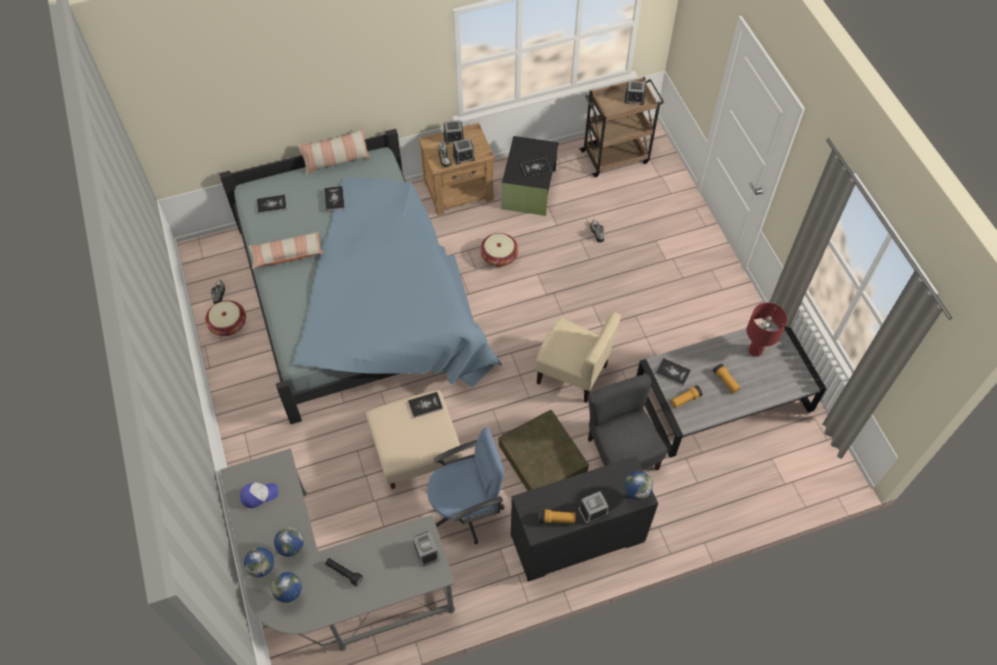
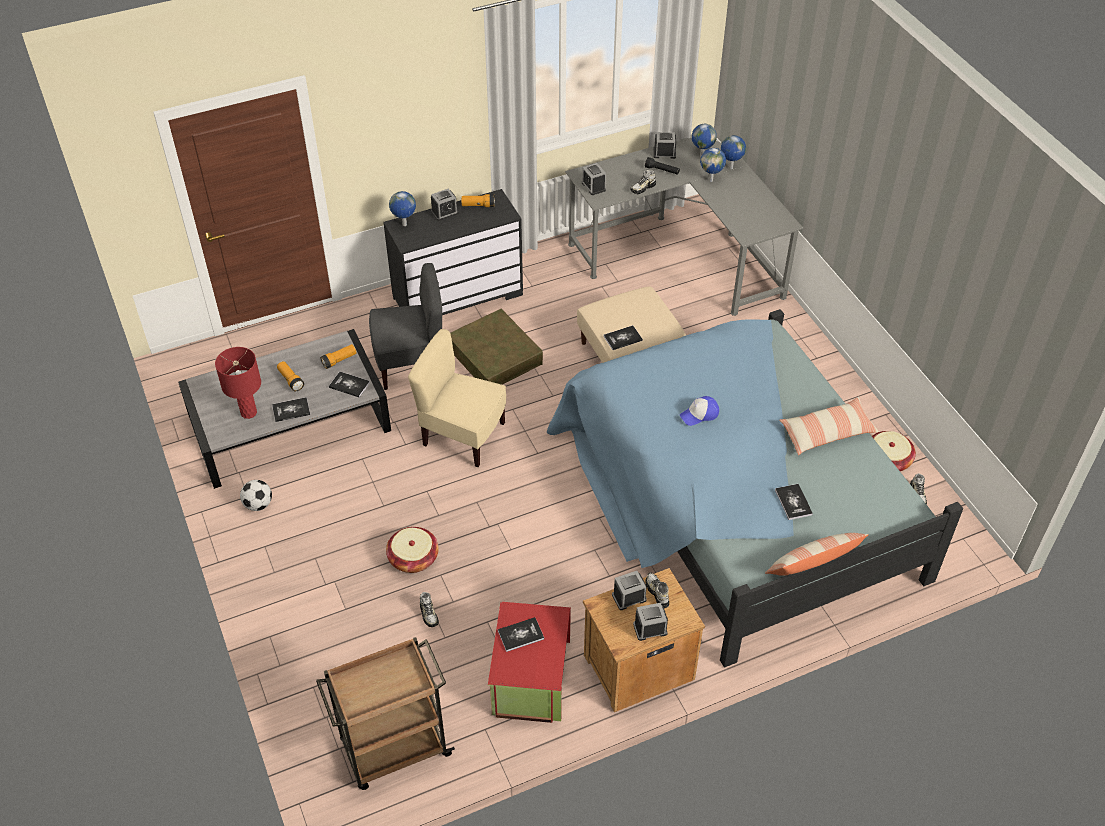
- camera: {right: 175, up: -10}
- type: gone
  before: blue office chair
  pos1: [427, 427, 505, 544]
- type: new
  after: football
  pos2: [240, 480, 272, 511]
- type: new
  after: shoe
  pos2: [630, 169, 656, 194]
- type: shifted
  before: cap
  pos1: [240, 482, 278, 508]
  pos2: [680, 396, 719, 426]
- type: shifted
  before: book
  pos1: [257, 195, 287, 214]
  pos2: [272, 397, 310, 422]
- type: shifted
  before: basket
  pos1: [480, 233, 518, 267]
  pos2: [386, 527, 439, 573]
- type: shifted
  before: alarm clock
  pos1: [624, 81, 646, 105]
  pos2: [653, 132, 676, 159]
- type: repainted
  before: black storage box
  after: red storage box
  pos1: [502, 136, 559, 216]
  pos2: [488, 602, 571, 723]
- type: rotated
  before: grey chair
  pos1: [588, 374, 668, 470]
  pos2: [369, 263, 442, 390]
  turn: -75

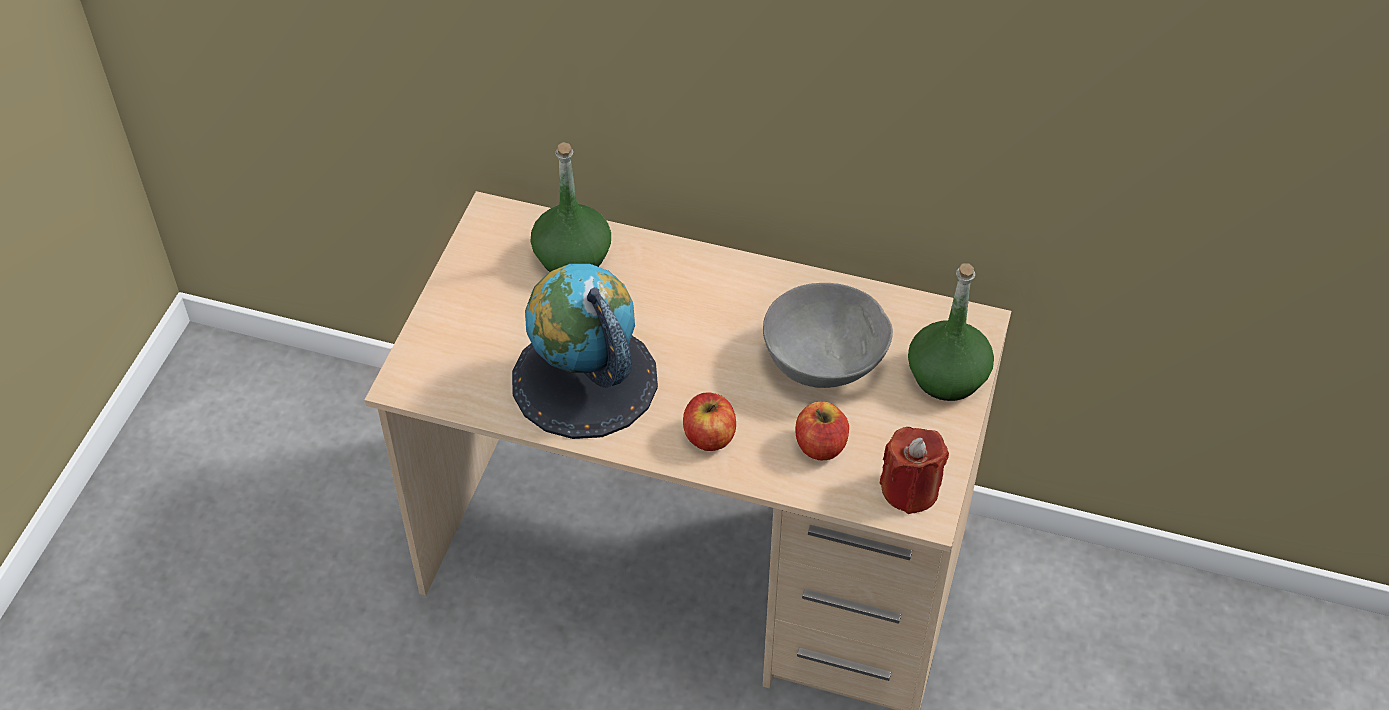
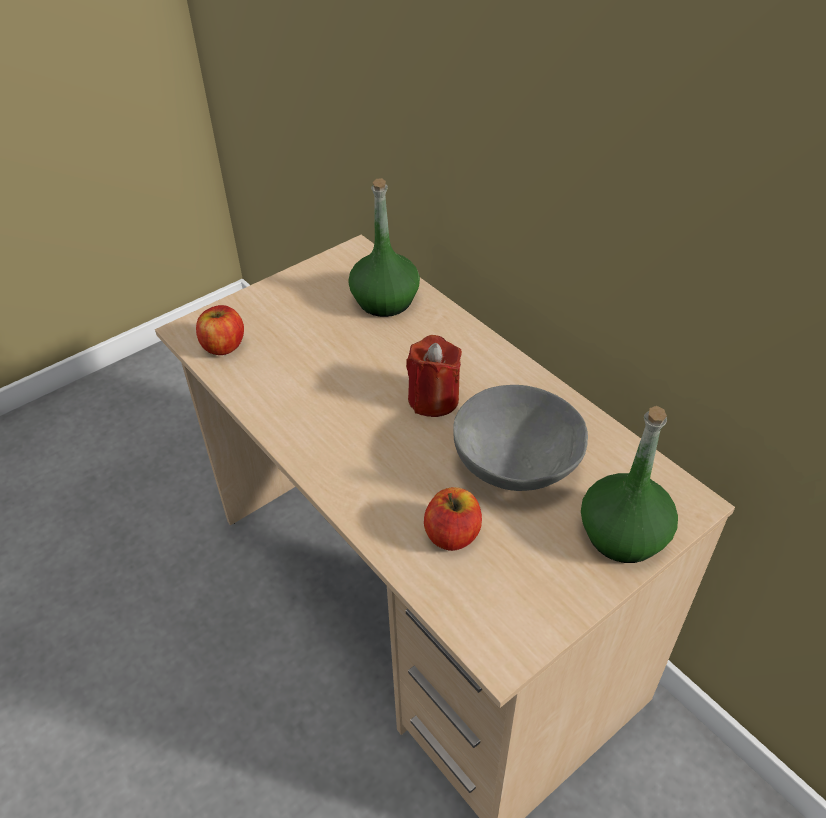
- camera: {right: 35, up: -5}
- type: gone
  before: globe
  pos1: [512, 264, 658, 439]
- type: shifted
  before: apple
  pos1: [683, 392, 736, 451]
  pos2: [196, 305, 244, 355]
- type: shifted
  before: red candle
  pos1: [880, 427, 949, 514]
  pos2: [406, 335, 462, 417]

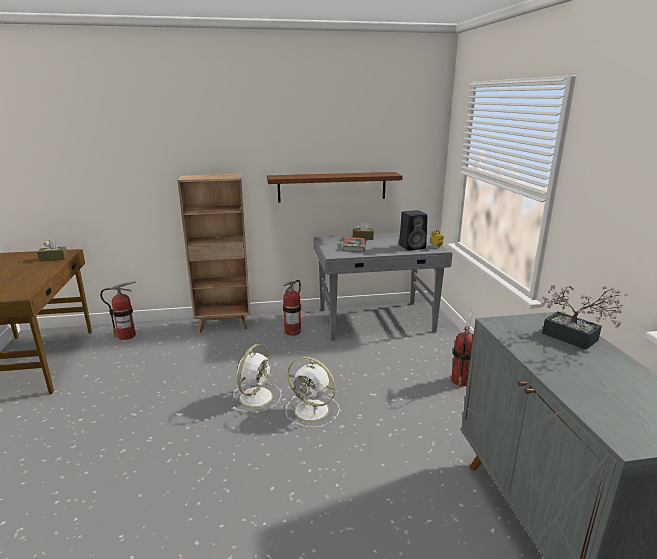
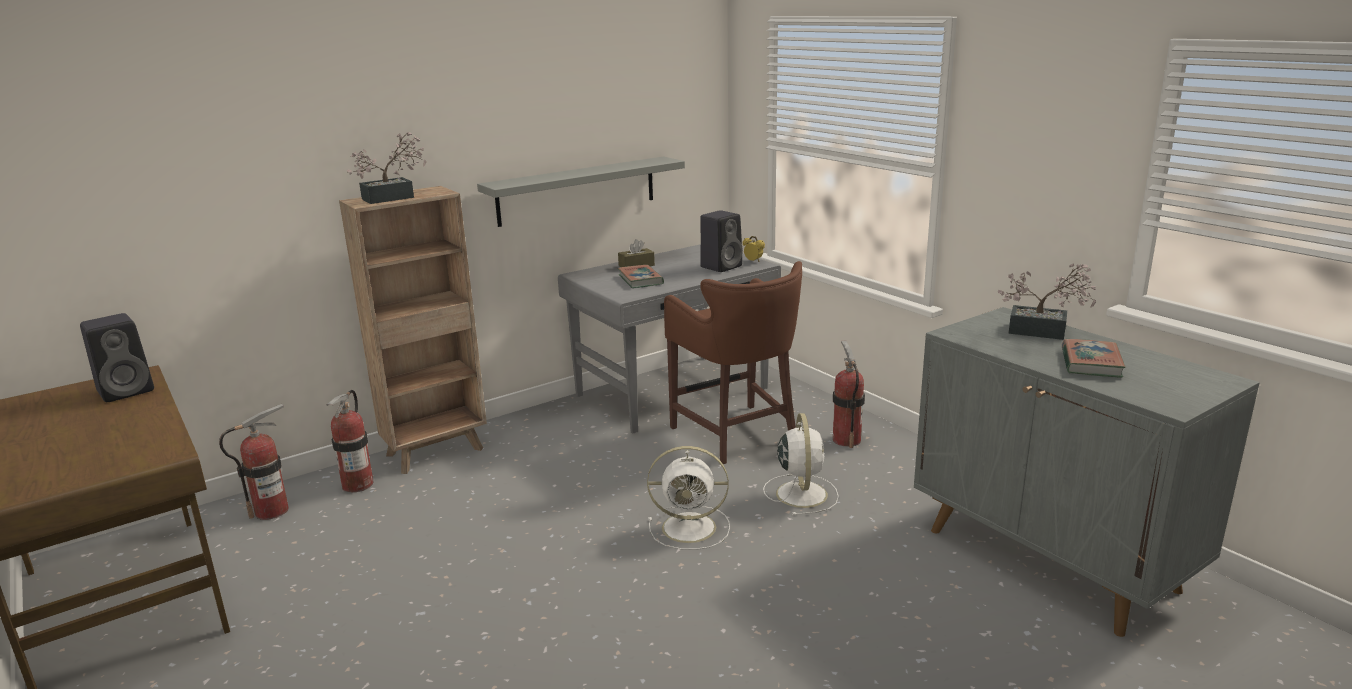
- camera: {right: -25, up: 0}
- type: new
  after: potted plant
  pos2: [346, 132, 426, 204]
- type: new
  after: brown stool
  pos2: [664, 261, 802, 464]
- type: new
  after: book
  pos2: [1062, 339, 1126, 378]
- type: shifted
  before: white fan
  pos1: [232, 344, 282, 412]
  pos2: [763, 413, 839, 516]
- type: shifted
  before: fire extinguisher
  pos1: [281, 280, 301, 336]
  pos2: [326, 390, 374, 492]
- type: swapped
  before: brown tissue box
  after: black speaker
  pos1: [37, 240, 68, 262]
  pos2: [80, 313, 154, 402]
- type: repainted
  before: brown shelf
  after: grey shelf
  pos1: [267, 172, 403, 203]
  pos2: [477, 156, 685, 227]

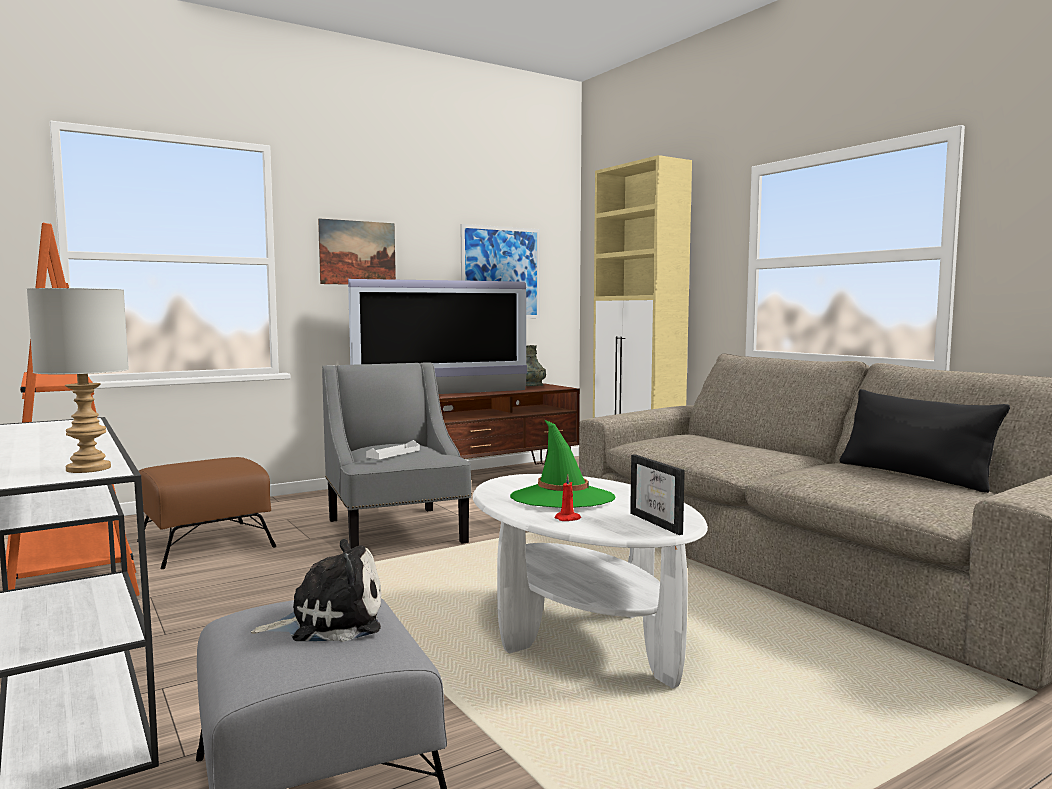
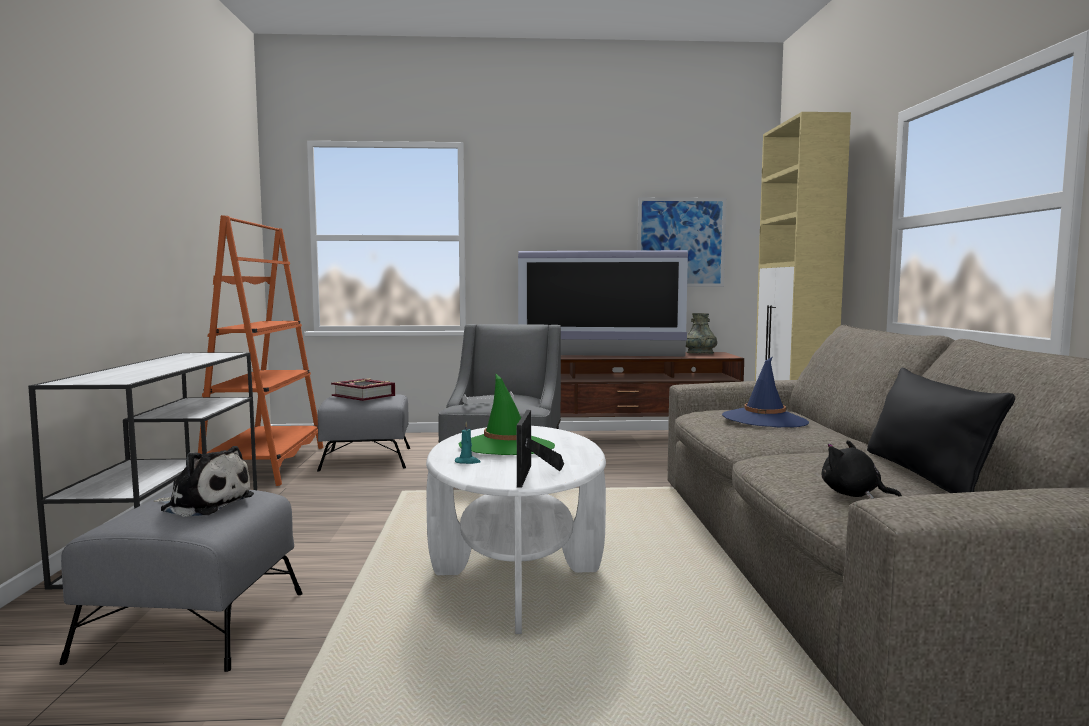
- camera: {right: 30, up: 0}
- type: gone
  before: grey table lamp
  pos1: [27, 288, 129, 473]
- type: gone
  before: picture
  pos1: [318, 218, 396, 285]
- type: new
  after: book
  pos2: [331, 379, 395, 401]
- type: new
  after: blue hat
  pos2: [722, 357, 809, 427]
- type: new
  after: black plush toy
  pos2: [822, 440, 902, 499]
- type: repainted
  before: brown ottoman
  after: grey ottoman
  pos1: [137, 457, 277, 569]
  pos2: [317, 394, 410, 472]
- type: repainted
  before: red candle
  after: turquoise candle
  pos1: [555, 475, 581, 521]
  pos2: [455, 421, 480, 464]

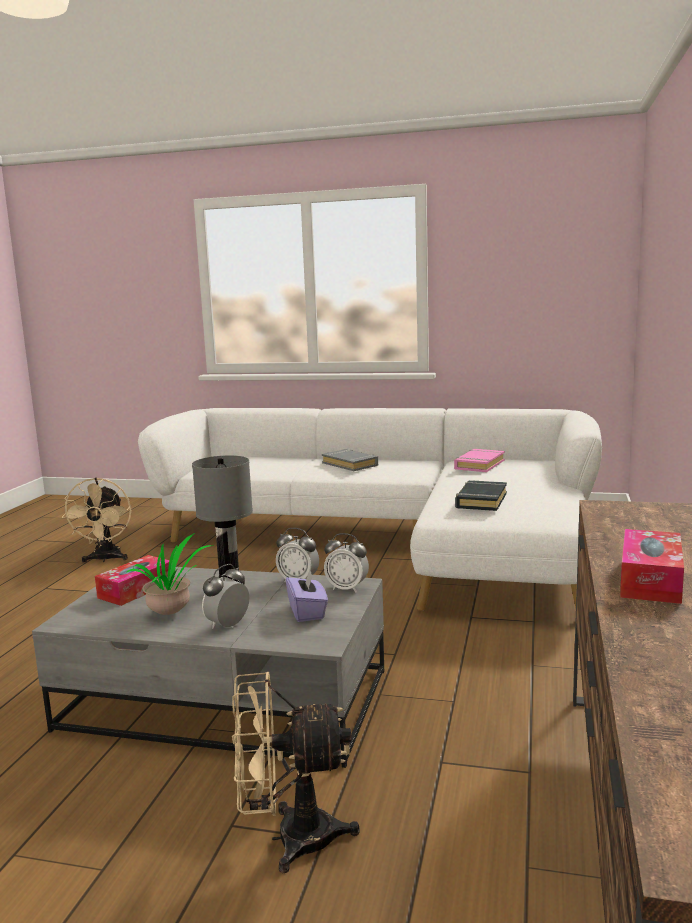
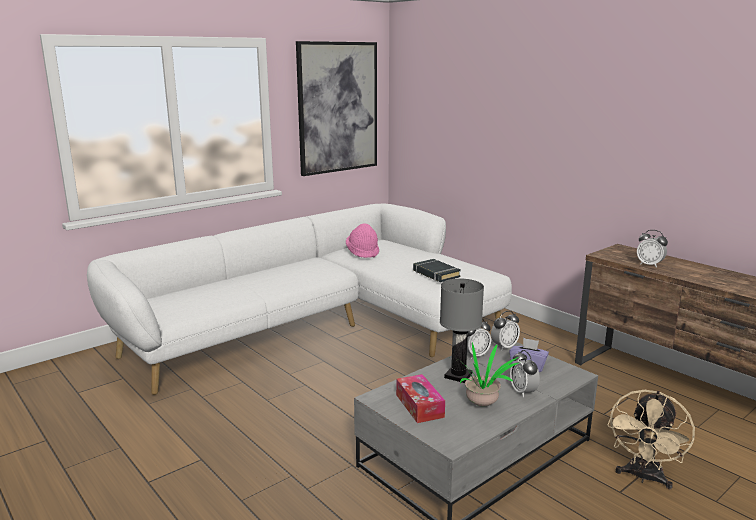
- camera: {right: -55, up: 5}
- type: gone
  before: beige fan
  pos1: [62, 478, 131, 562]
- type: gone
  before: grey book
  pos1: [322, 449, 378, 471]
- type: gone
  before: tissue box
  pos1: [620, 529, 684, 604]
- type: new
  after: picture
  pos2: [296, 41, 377, 176]
- type: new
  after: alarm clock
  pos2: [637, 230, 668, 268]
- type: swapped
  before: pink book
  after: pink hat
  pos1: [454, 449, 505, 472]
  pos2: [346, 223, 379, 258]

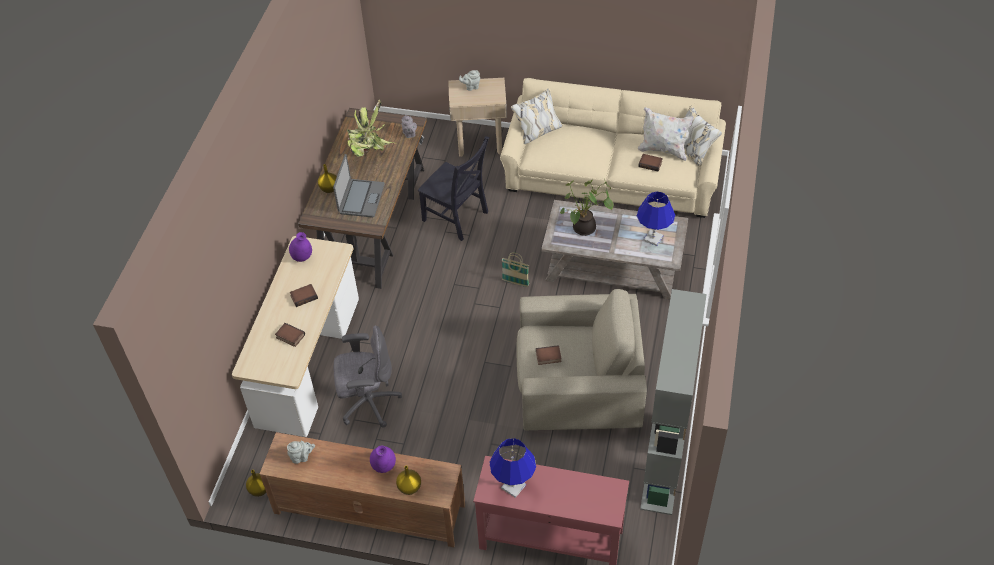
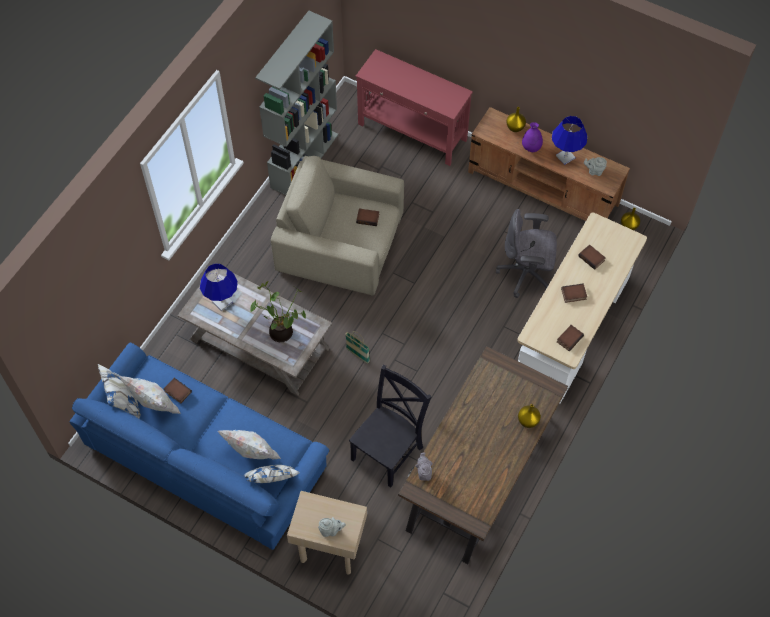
- camera: {right: -165, up: 10}
- type: gone
  before: laptop
  pos1: [333, 154, 385, 218]
- type: gone
  before: potted plant
  pos1: [347, 99, 396, 156]
- type: new
  after: white pillow
  pos2: [218, 430, 281, 460]
- type: shifted
  before: blue table lamp
  pos1: [489, 438, 536, 498]
  pos2: [552, 116, 587, 165]
- type: swapped
  before: purple vase
  after: book
  pos1: [289, 232, 312, 262]
  pos2: [557, 325, 584, 351]
- type: repainted
  before: beige sofa
  after: blue sofa
  pos1: [500, 78, 726, 218]
  pos2: [70, 343, 329, 550]
- type: rotated
  before: black chair
  pos1: [418, 136, 489, 241]
  pos2: [349, 365, 432, 488]
  turn: 75

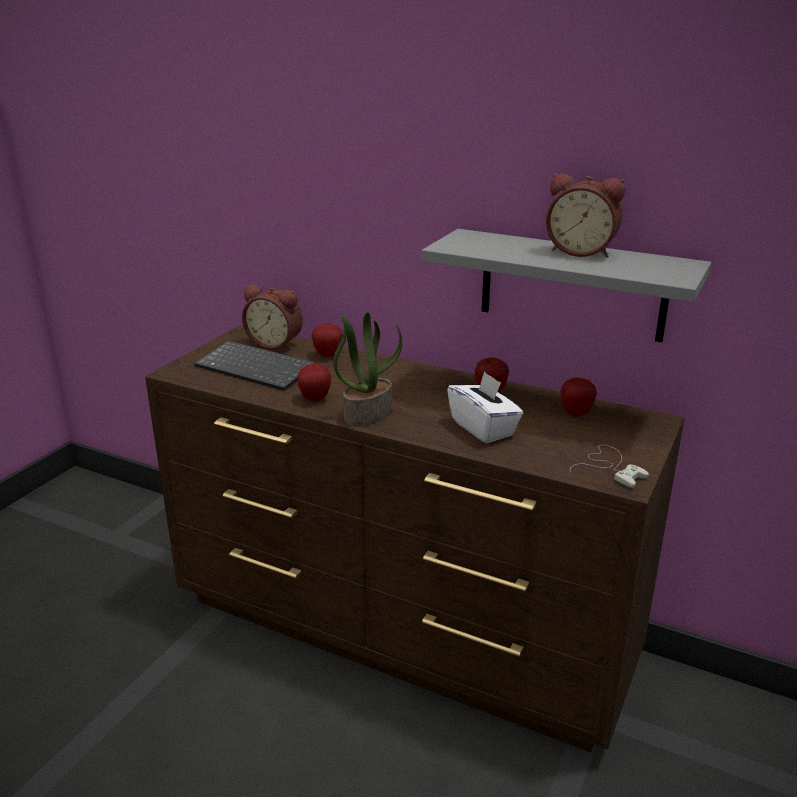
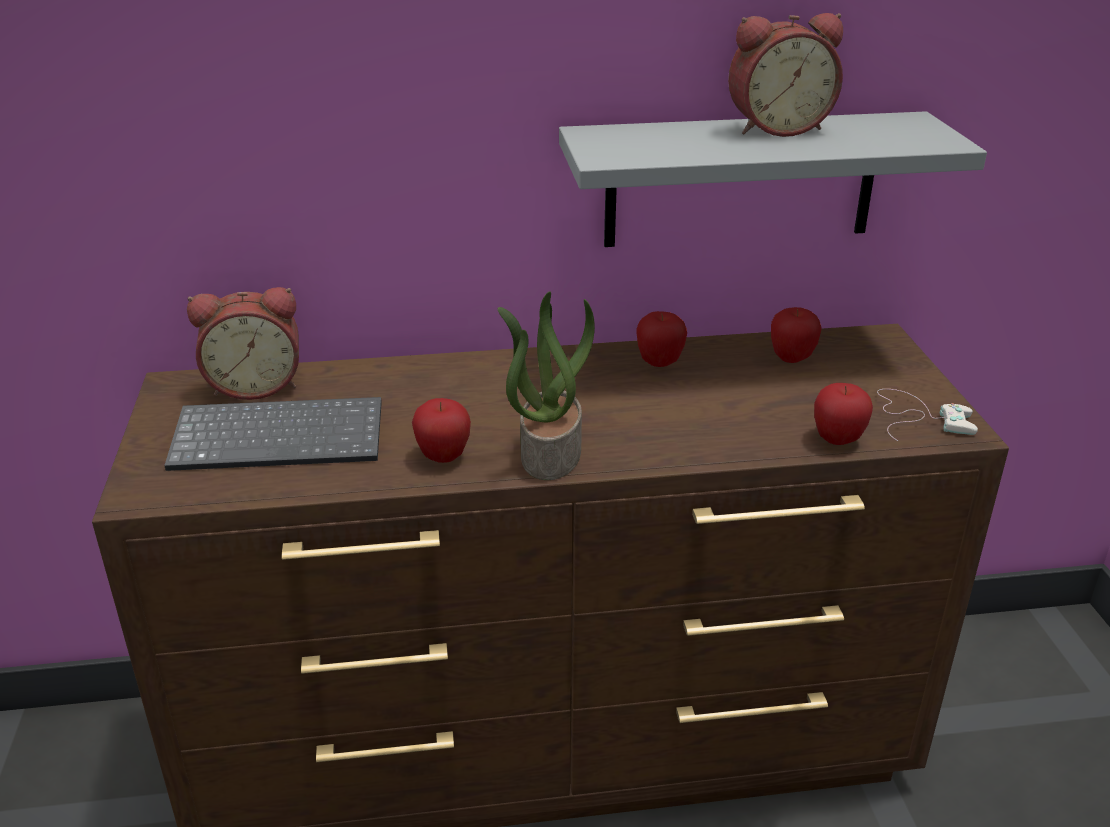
- camera: {right: -35, up: 5}
- type: gone
  before: white tissue box
  pos1: [447, 371, 523, 443]
- type: shifted
  before: apple
  pos1: [311, 323, 343, 357]
  pos2: [814, 383, 873, 445]

